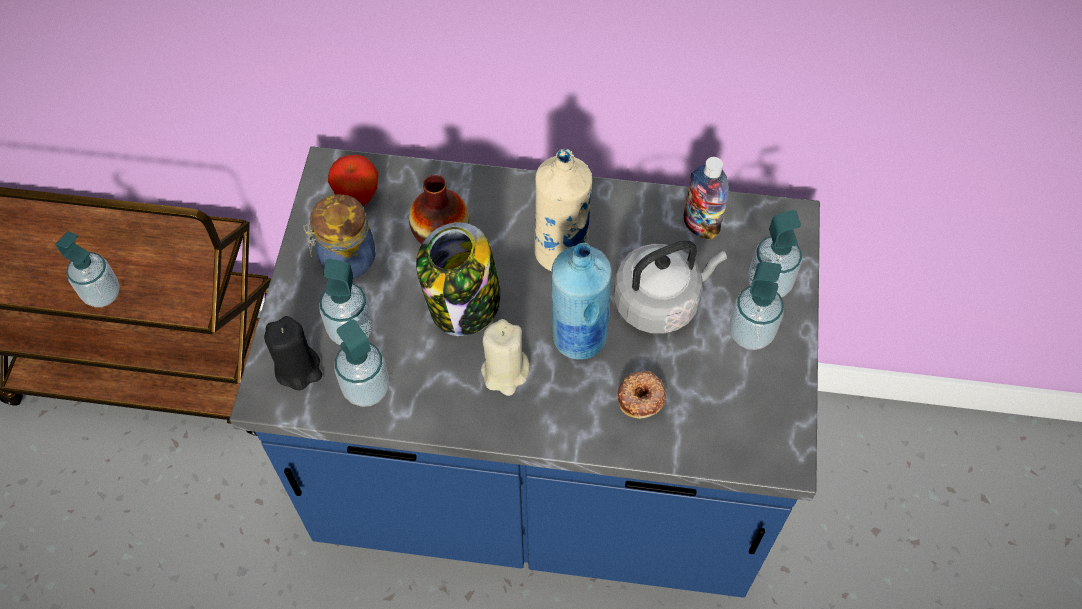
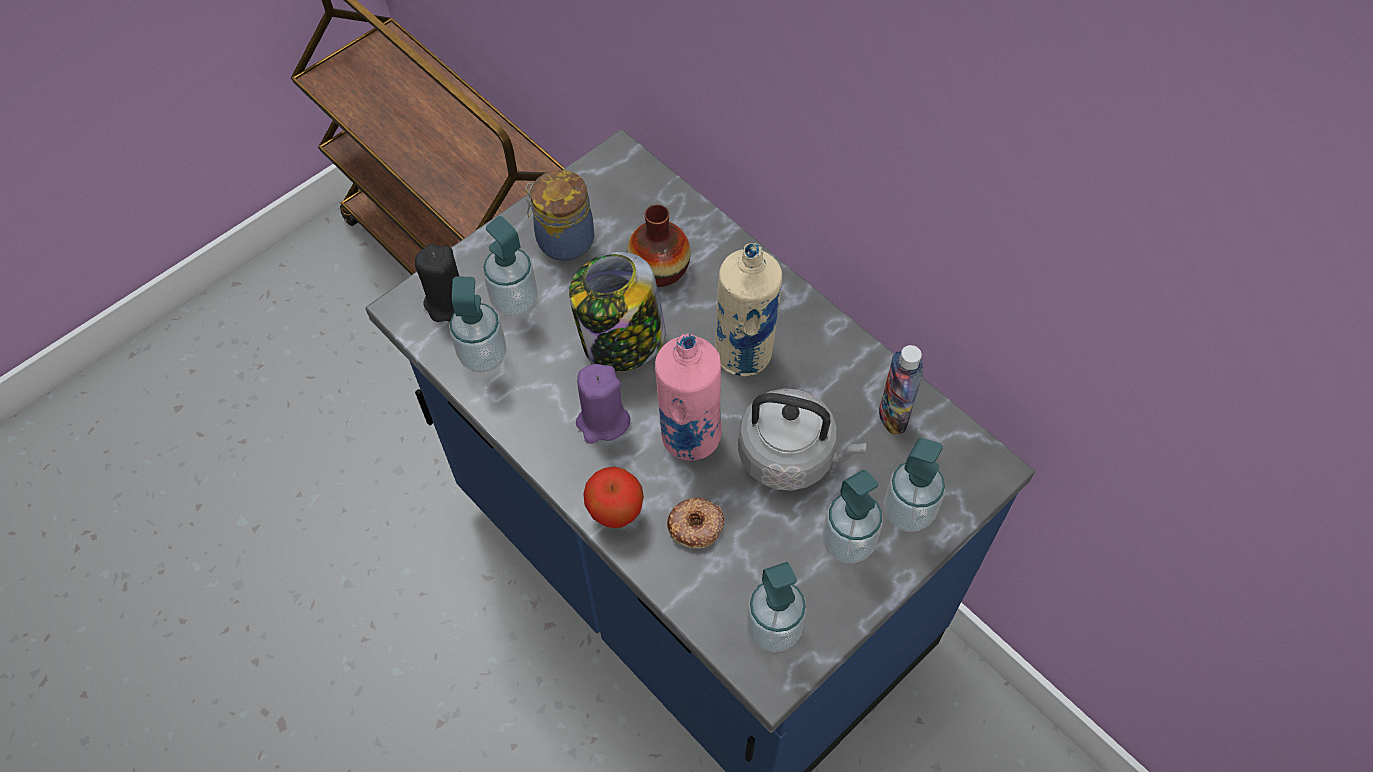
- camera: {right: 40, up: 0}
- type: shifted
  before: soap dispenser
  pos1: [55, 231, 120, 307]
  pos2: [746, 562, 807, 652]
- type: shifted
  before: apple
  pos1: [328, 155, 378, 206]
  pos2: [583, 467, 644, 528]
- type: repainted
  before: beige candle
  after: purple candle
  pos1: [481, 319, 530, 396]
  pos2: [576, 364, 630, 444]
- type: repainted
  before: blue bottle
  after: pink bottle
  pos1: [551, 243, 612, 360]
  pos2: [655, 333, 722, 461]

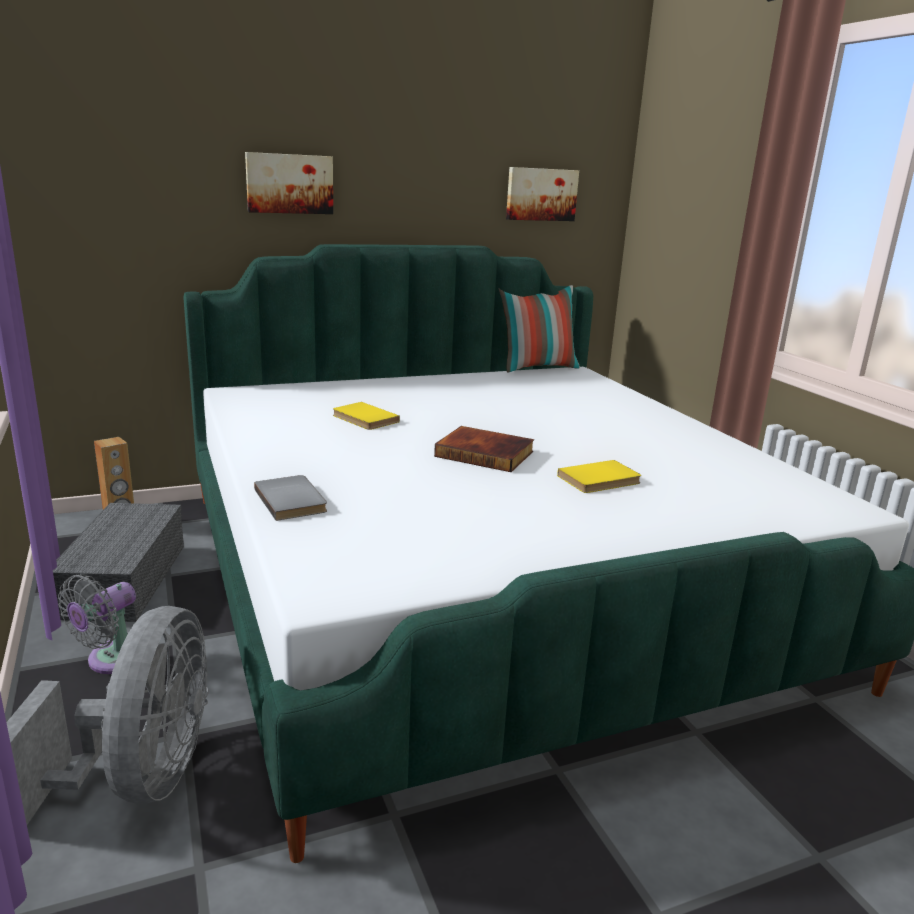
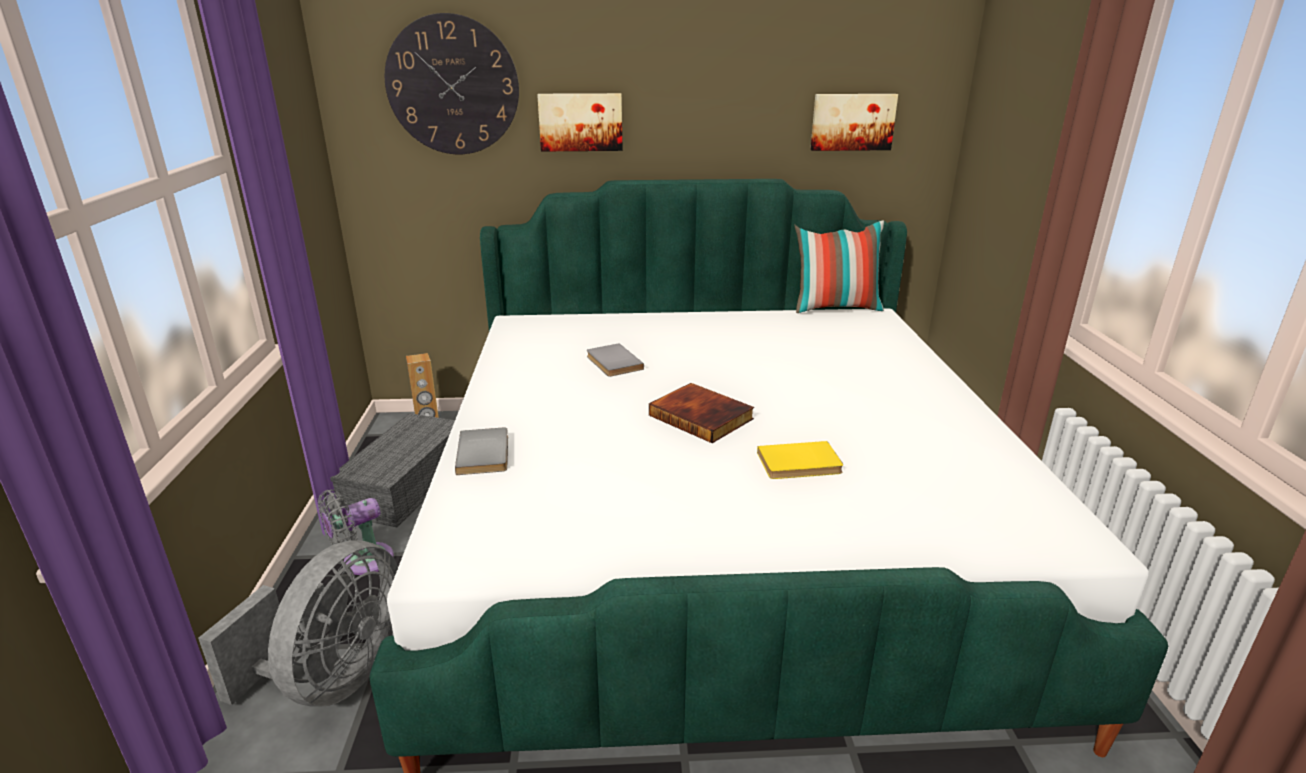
- camera: {right: 20, up: 5}
- type: new
  after: wall clock
  pos2: [385, 13, 519, 154]
- type: repainted
  before: yellow book
  after: grey book
  pos1: [333, 402, 400, 430]
  pos2: [587, 343, 644, 377]

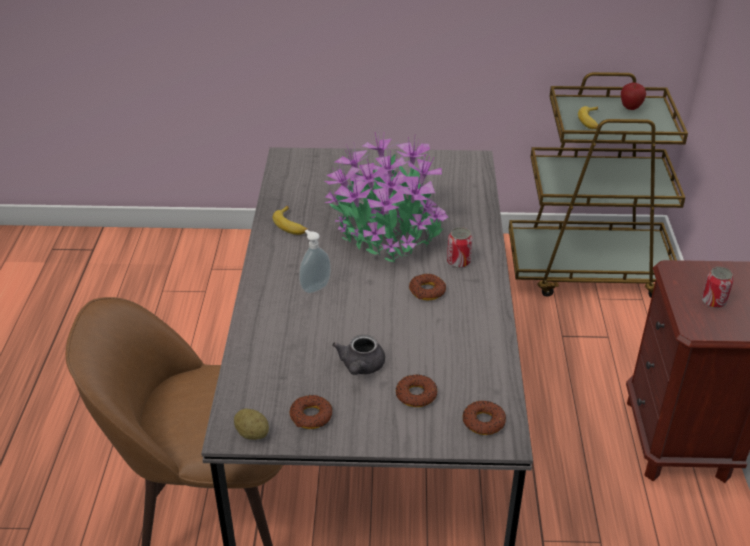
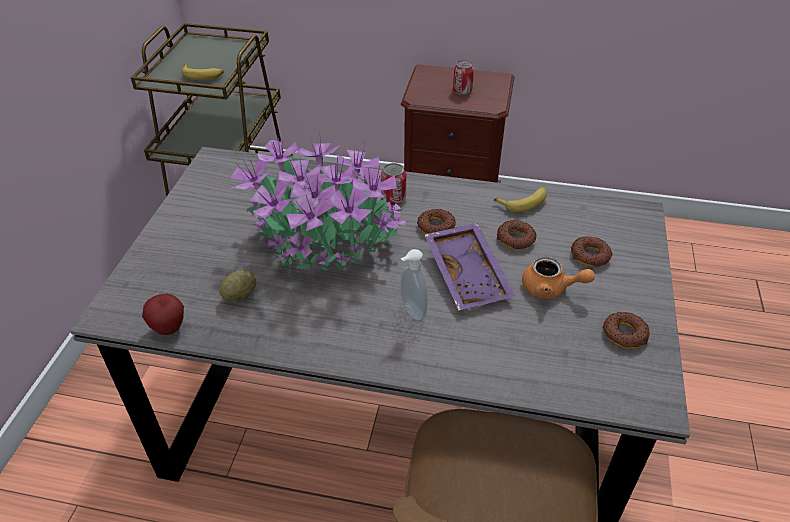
- camera: {right: -80, up: 5}
- type: new
  after: purple tray
  pos2: [425, 223, 516, 310]
- type: shifted
  before: potato
  pos1: [234, 409, 269, 440]
  pos2: [219, 270, 256, 301]
- type: shifted
  before: banana
  pos1: [273, 206, 308, 235]
  pos2: [494, 187, 547, 213]
- type: shifted
  before: donut
  pos1: [463, 401, 506, 435]
  pos2: [497, 220, 536, 250]
- type: shifted
  before: apple
  pos1: [621, 83, 646, 110]
  pos2: [142, 293, 184, 335]
- type: repainted
  before: grey teapot
  after: orange teapot
  pos1: [332, 334, 385, 375]
  pos2: [522, 257, 595, 299]

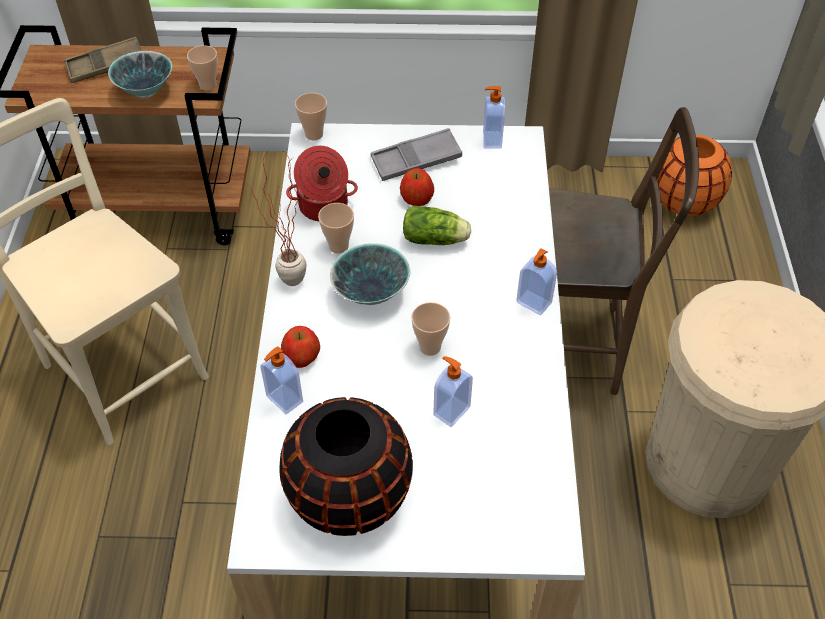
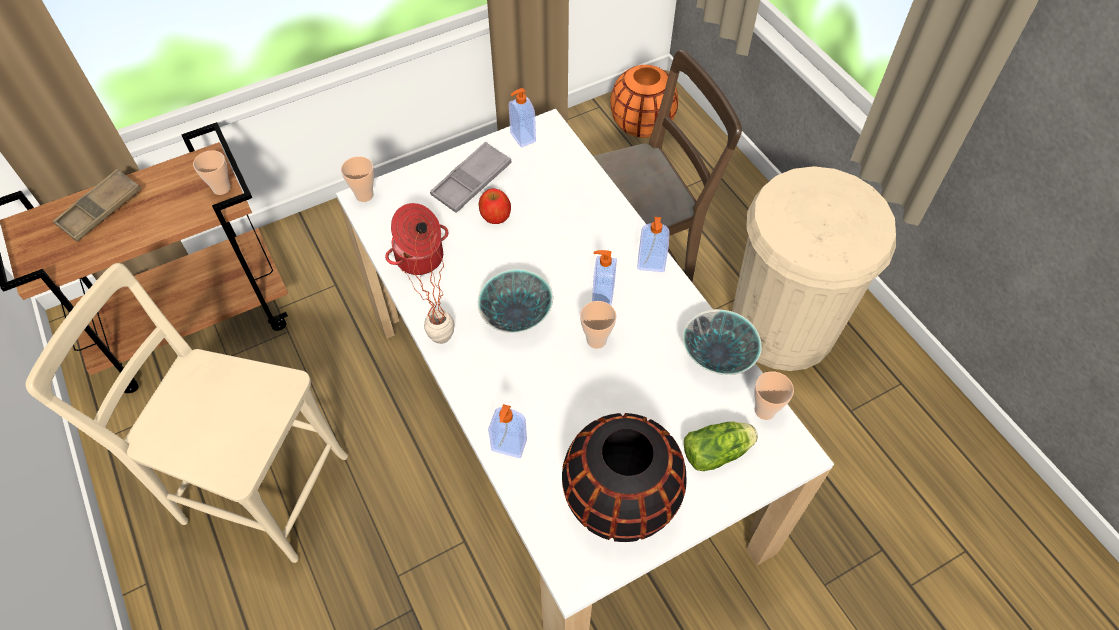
- camera: {right: -30, up: 5}
- type: gone
  before: apple
  pos1: [281, 326, 320, 368]
- type: shifted
  before: bowl
  pos1: [108, 51, 172, 98]
  pos2: [683, 309, 762, 375]
- type: shifted
  before: cup
  pos1: [318, 203, 354, 254]
  pos2: [754, 371, 794, 420]
- type: shifted
  before: lettuce
  pos1: [403, 205, 471, 245]
  pos2: [684, 422, 758, 471]
- type: shifted
  before: soap dispenser
  pos1: [433, 356, 473, 427]
  pos2: [592, 250, 617, 305]

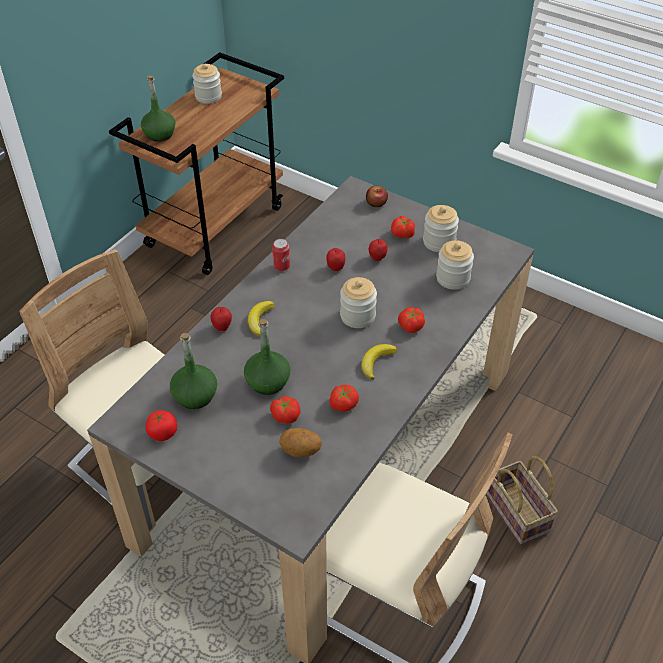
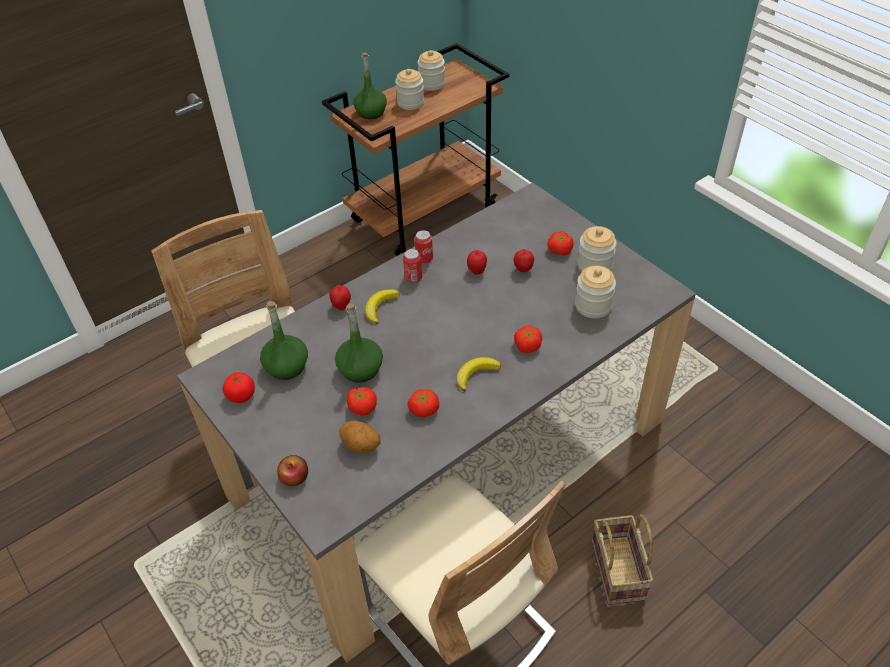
- camera: {right: 20, up: 0}
- type: new
  after: can
  pos2: [403, 249, 422, 283]
- type: shifted
  before: jar
  pos1: [340, 277, 377, 328]
  pos2: [395, 69, 424, 110]
- type: shifted
  before: apple
  pos1: [366, 186, 388, 207]
  pos2: [277, 455, 308, 486]

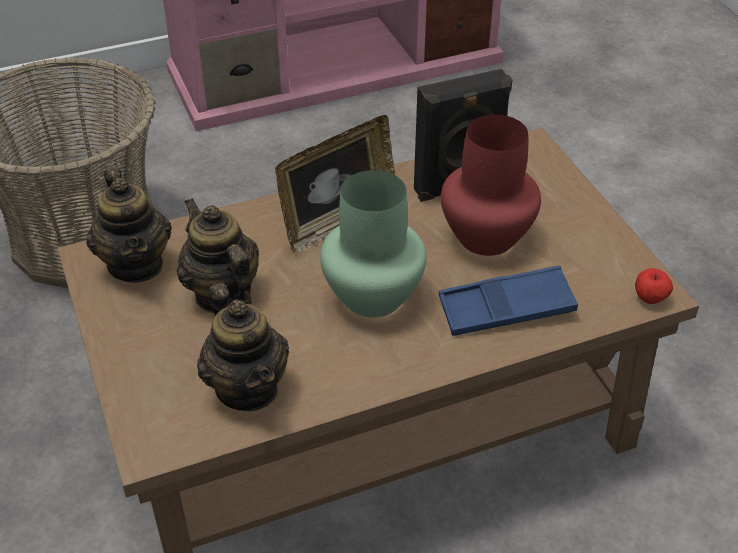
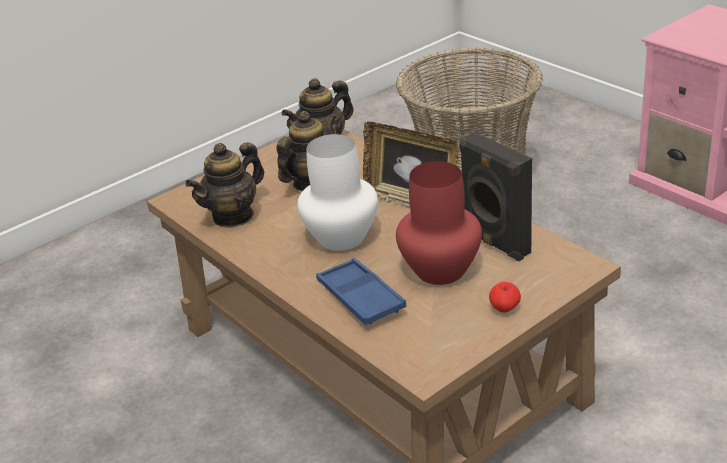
- camera: {right: 75, up: -10}
- type: shifted
  before: apple
  pos1: [635, 268, 673, 304]
  pos2: [489, 282, 521, 313]
- type: repainted
  before: green vase
  after: white vase
  pos1: [320, 170, 426, 318]
  pos2: [297, 134, 378, 251]

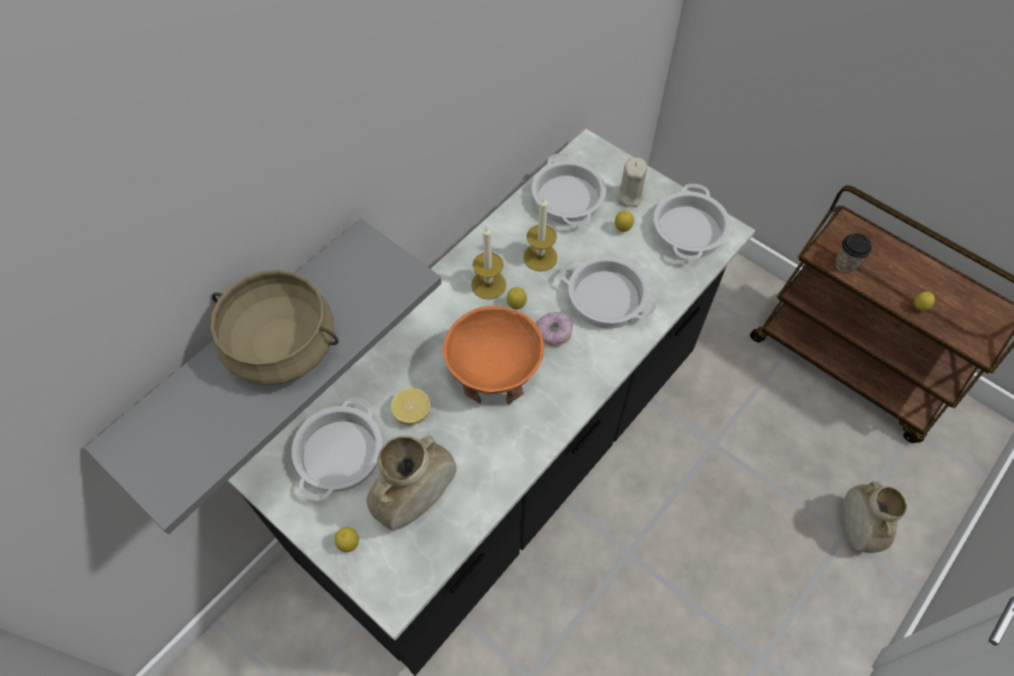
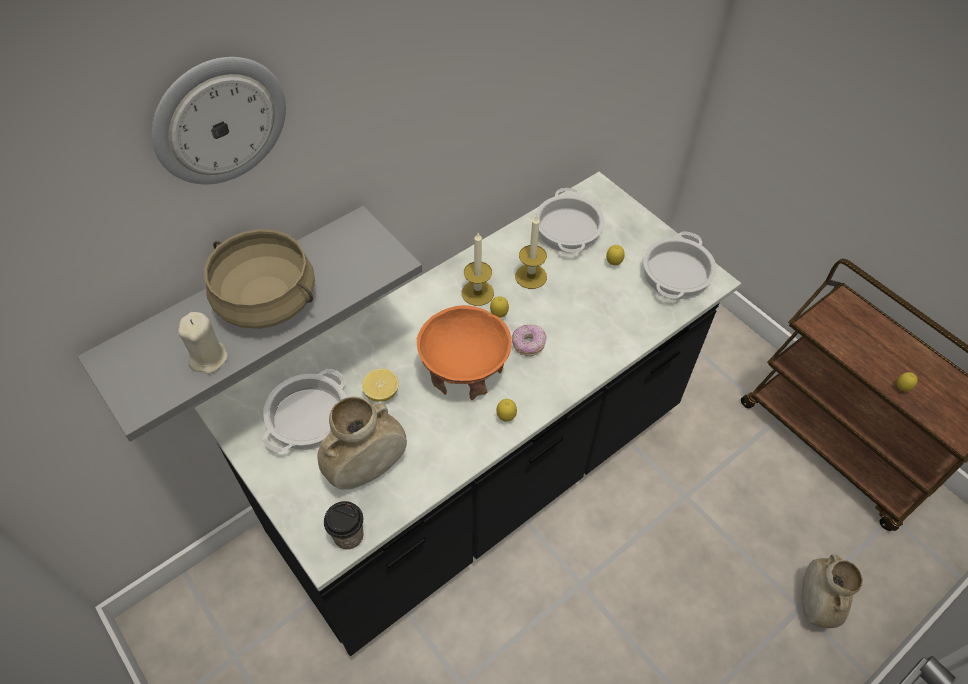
- camera: {right: 10, up: -5}
- type: gone
  before: cooking pot
  pos1: [560, 256, 657, 329]
- type: new
  after: wall clock
  pos2: [152, 57, 286, 184]
- type: shifted
  before: lemon
  pos1: [335, 527, 359, 552]
  pos2: [496, 399, 517, 422]
- type: shifted
  before: beige candle
  pos1: [616, 158, 647, 207]
  pos2: [178, 312, 228, 374]
- type: shifted
  before: cup
  pos1: [835, 233, 872, 273]
  pos2: [324, 501, 364, 550]

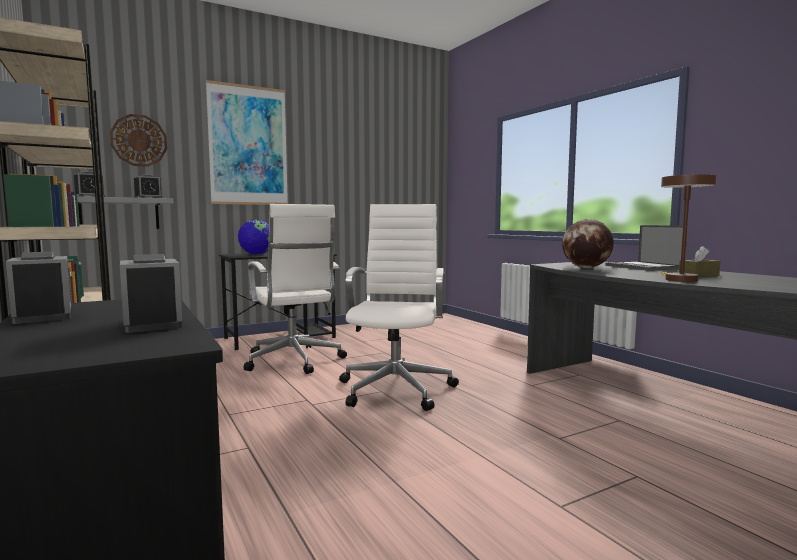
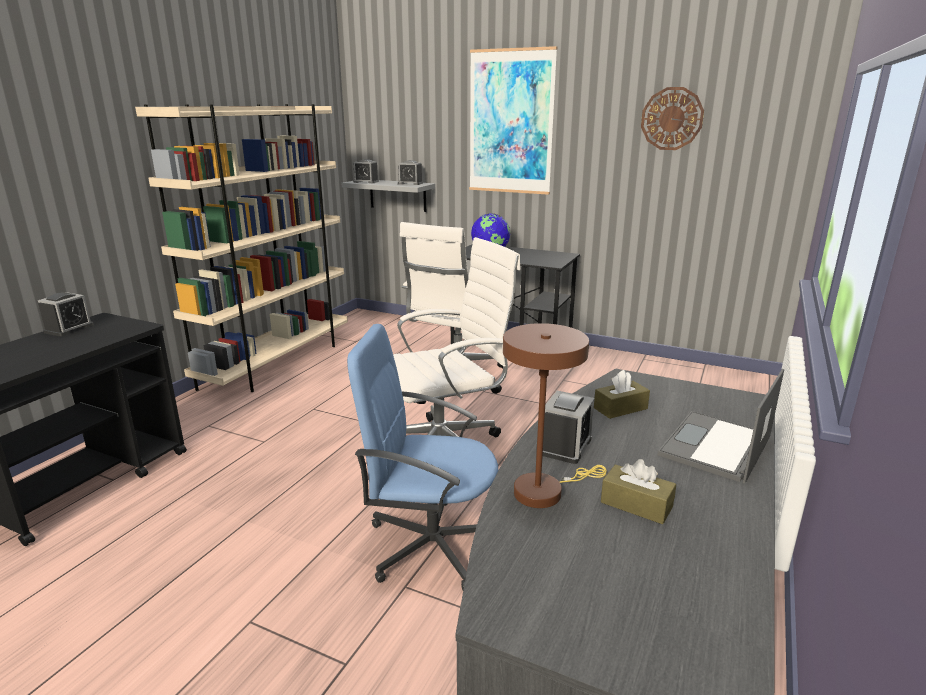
- camera: {right: 55, up: 15}
- type: new
  after: blue office chair
  pos2: [347, 324, 498, 590]
- type: shifted
  before: wall clock
  pos1: [110, 114, 167, 167]
  pos2: [641, 87, 704, 150]
- type: shifted
  before: alarm clock
  pos1: [120, 254, 183, 333]
  pos2: [543, 391, 595, 464]
- type: swapped
  before: globe
  after: brown tissue box
  pos1: [562, 219, 614, 268]
  pos2: [594, 370, 650, 419]

